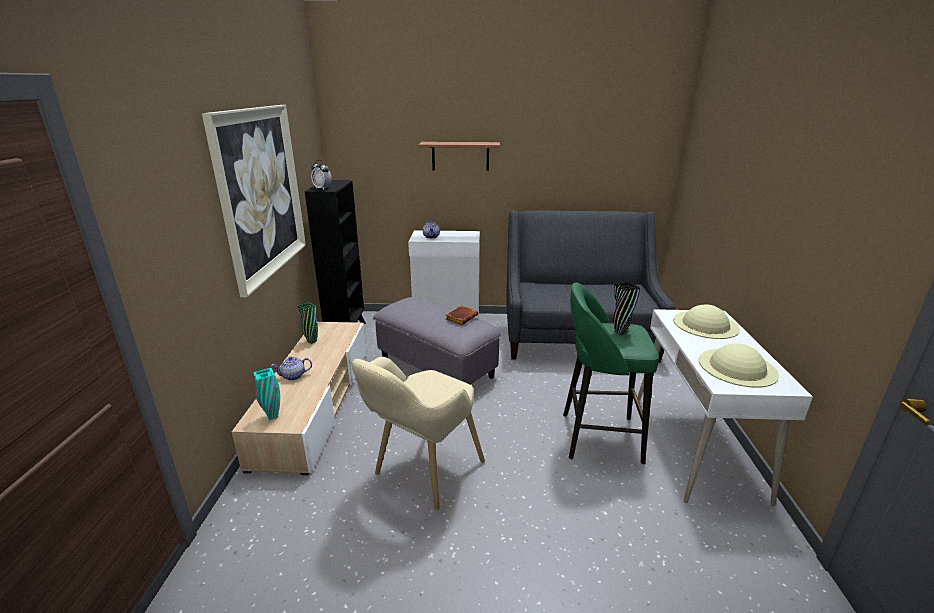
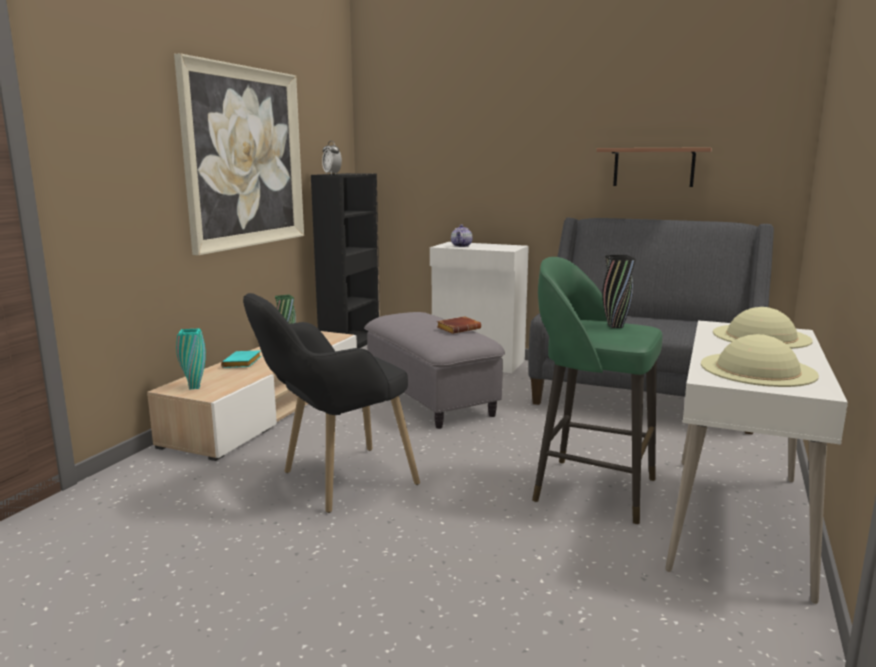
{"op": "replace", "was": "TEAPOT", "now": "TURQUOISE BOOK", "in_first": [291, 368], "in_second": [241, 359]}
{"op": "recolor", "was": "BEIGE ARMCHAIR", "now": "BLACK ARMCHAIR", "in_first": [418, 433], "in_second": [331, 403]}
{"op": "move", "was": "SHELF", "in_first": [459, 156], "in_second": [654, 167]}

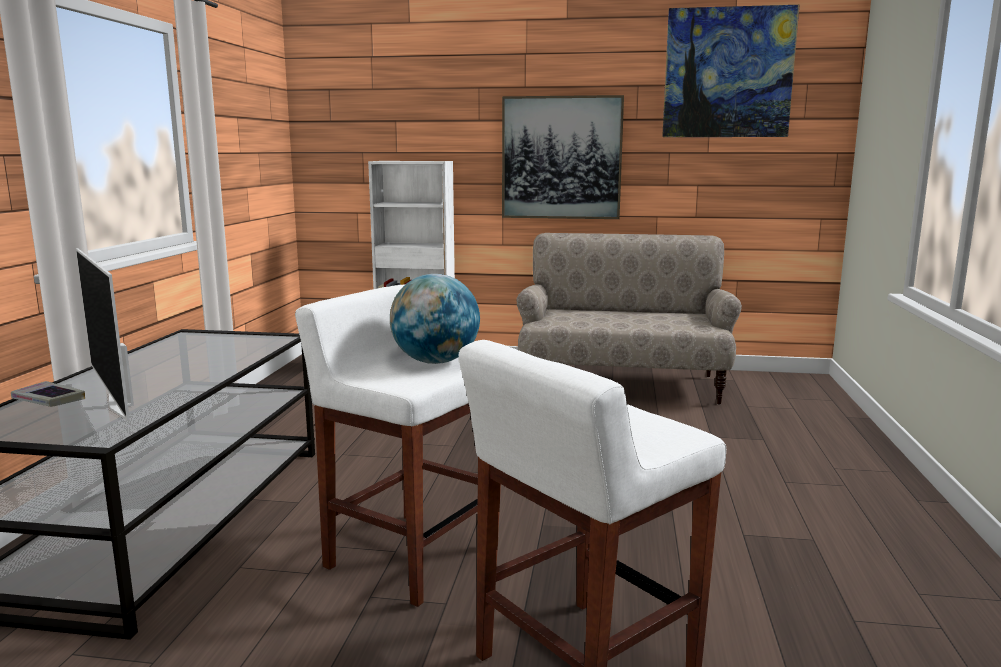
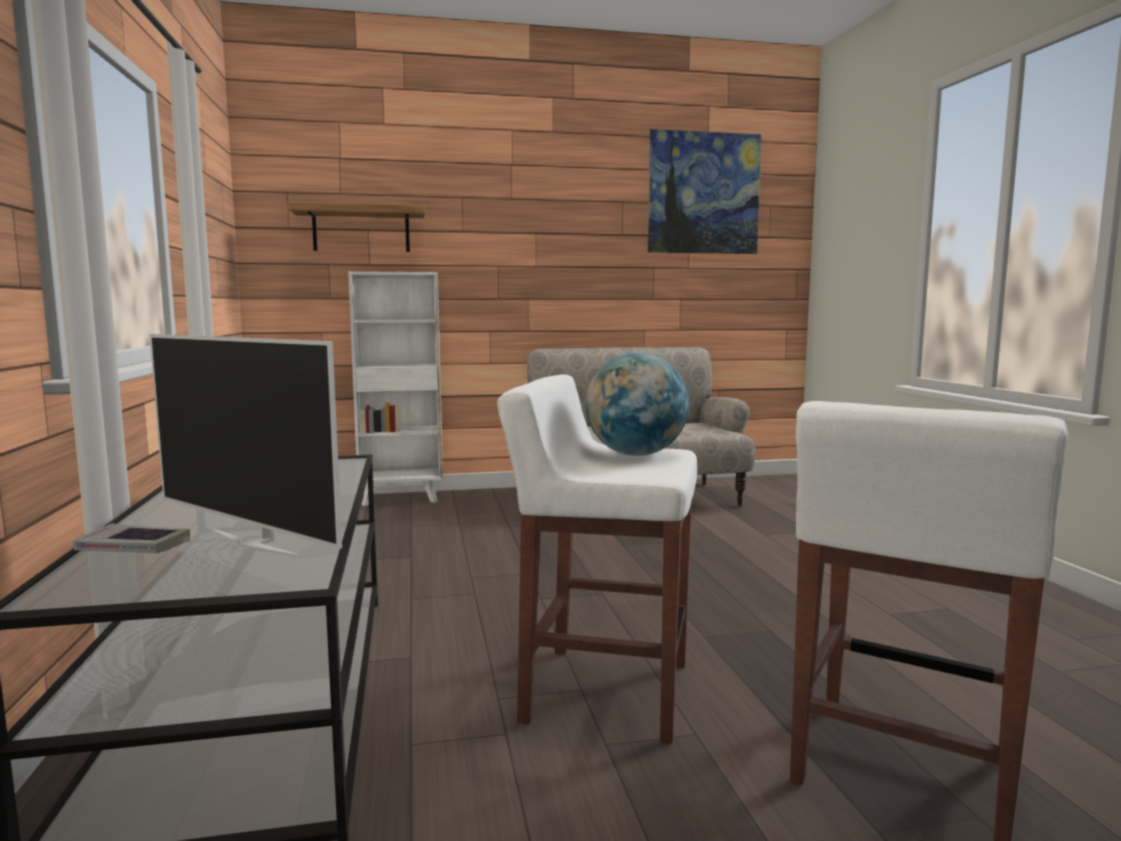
{"op": "insert", "now": "SHELF", "in_second": [357, 227]}
{"op": "delete", "was": "PICTURE", "in_first": [563, 157]}

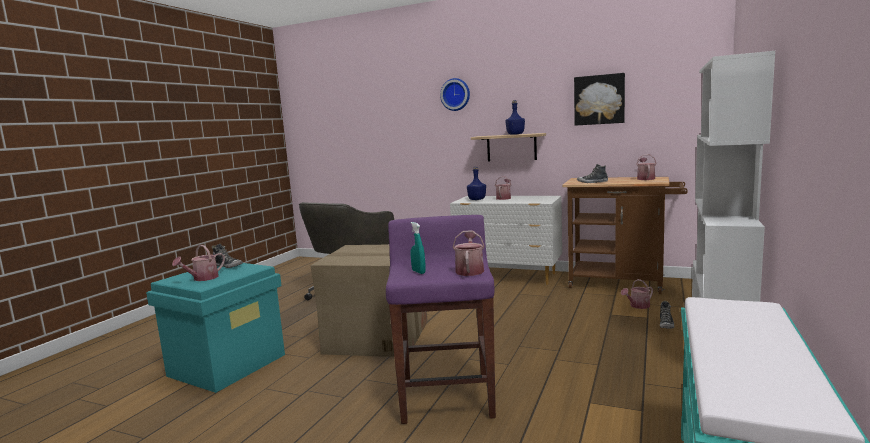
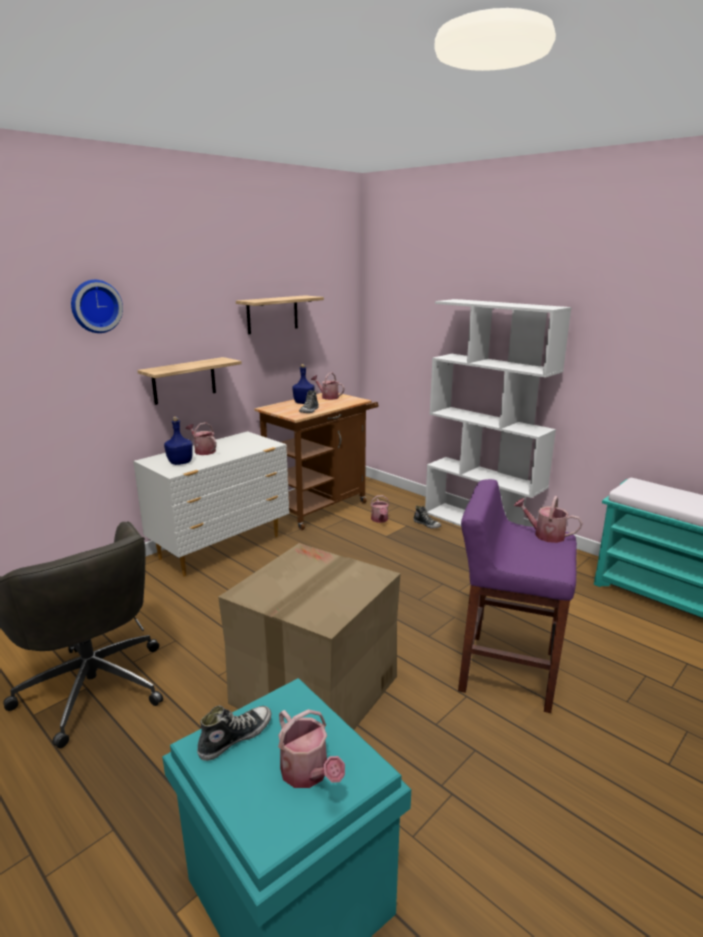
{"op": "replace", "was": "PICTURE", "now": "SHELF", "in_first": [599, 99], "in_second": [280, 314]}
{"op": "move", "was": "BLUE BOTTLE", "in_first": [515, 117], "in_second": [304, 384]}
{"op": "delete", "was": "TURQUOISE SPRAY BOTTLE", "in_first": [418, 248]}

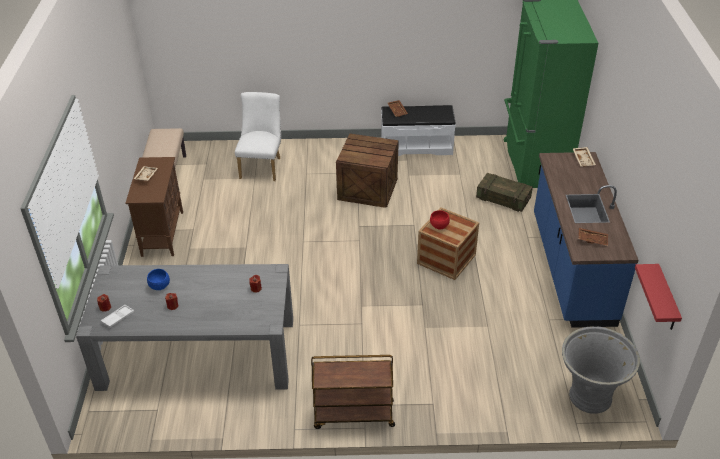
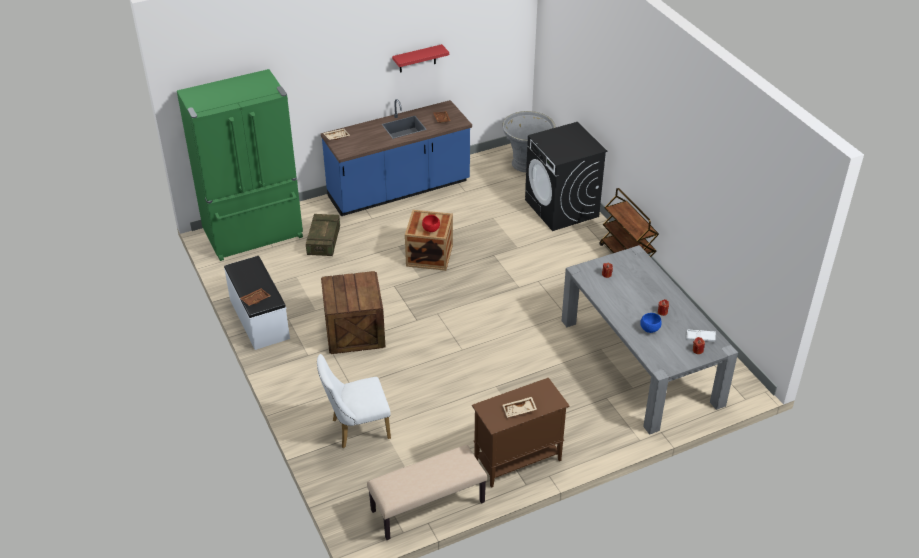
{"op": "move", "was": "RED SHELF", "in_first": [658, 297], "in_second": [420, 58]}
{"op": "insert", "now": "BLACK WASHING MACHINE", "in_second": [566, 176]}

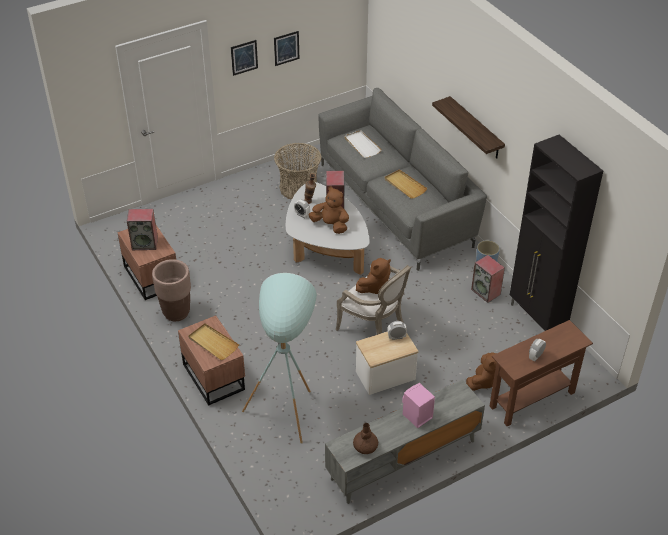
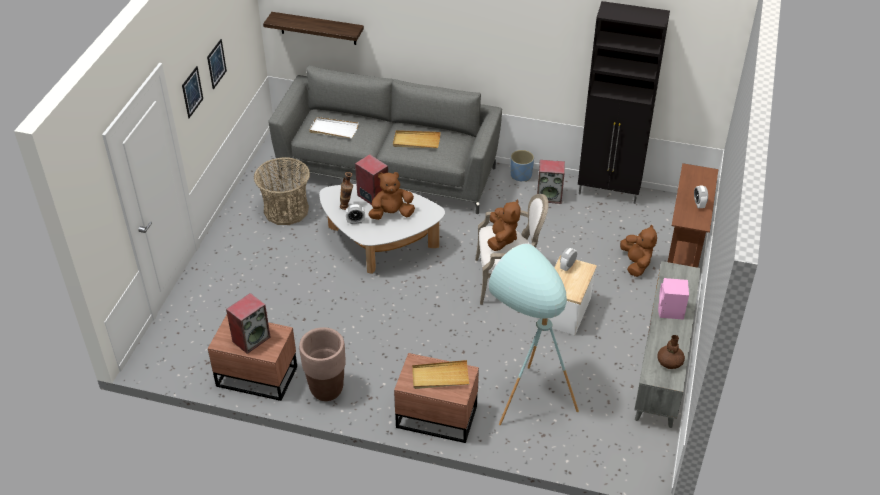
{"op": "move", "was": "SHELF", "in_first": [468, 127], "in_second": [313, 28]}

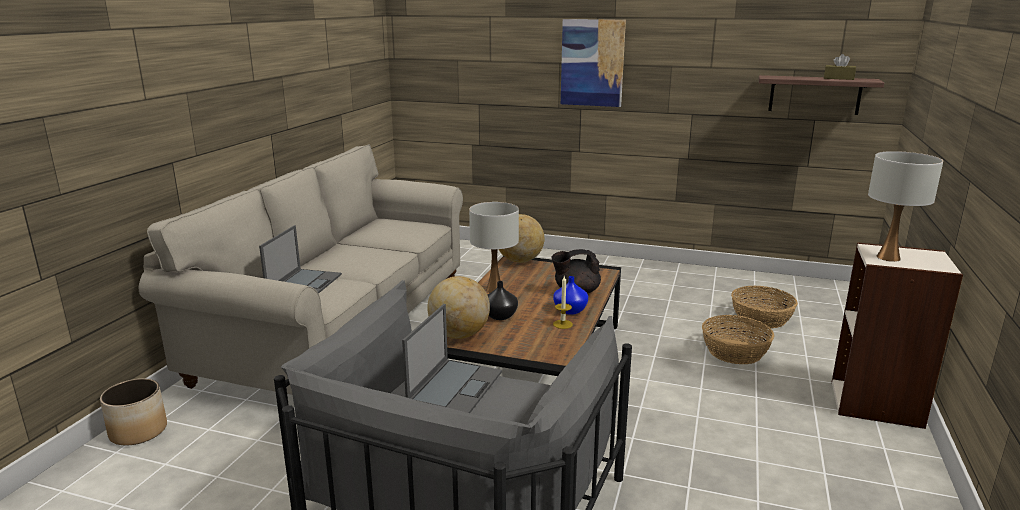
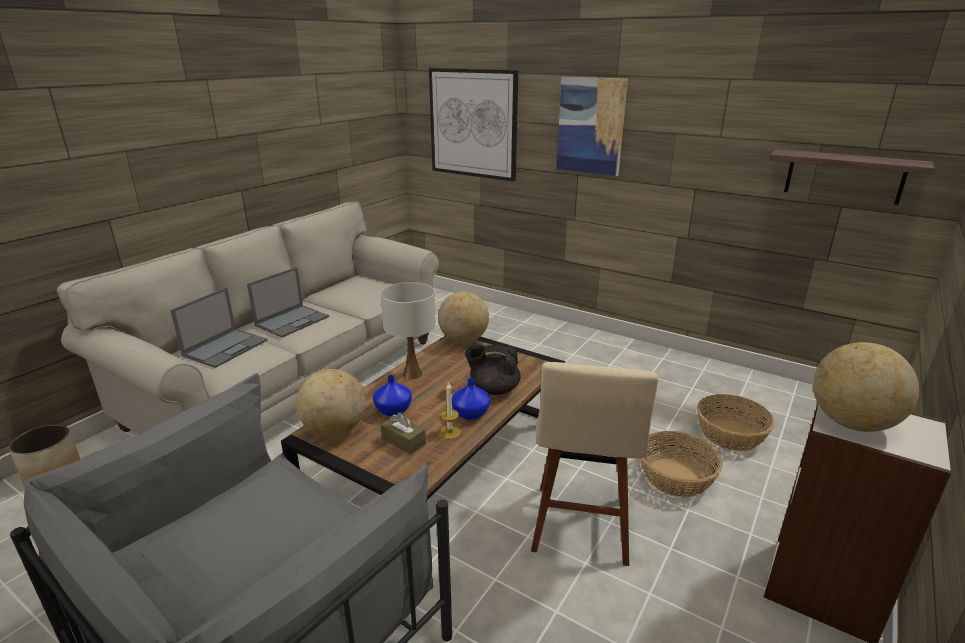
{"op": "move", "was": "LAPTOP", "in_first": [452, 358], "in_second": [288, 302]}
{"op": "recolor", "was": "BLACK VASE", "now": "BLUE VASE", "in_first": [503, 300], "in_second": [392, 395]}
{"op": "move", "was": "BROWN TISSUE BOX", "in_first": [840, 67], "in_second": [403, 433]}
{"op": "insert", "now": "PICTURE", "in_second": [473, 124]}
{"op": "insert", "now": "BEIGE STOOL", "in_second": [594, 464]}
{"op": "replace", "was": "WHITE TABLE LAMP", "now": "GLOBE", "in_first": [905, 206], "in_second": [866, 387]}

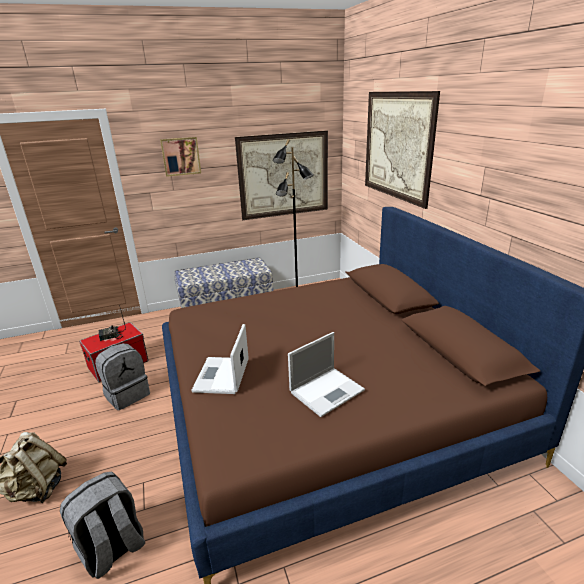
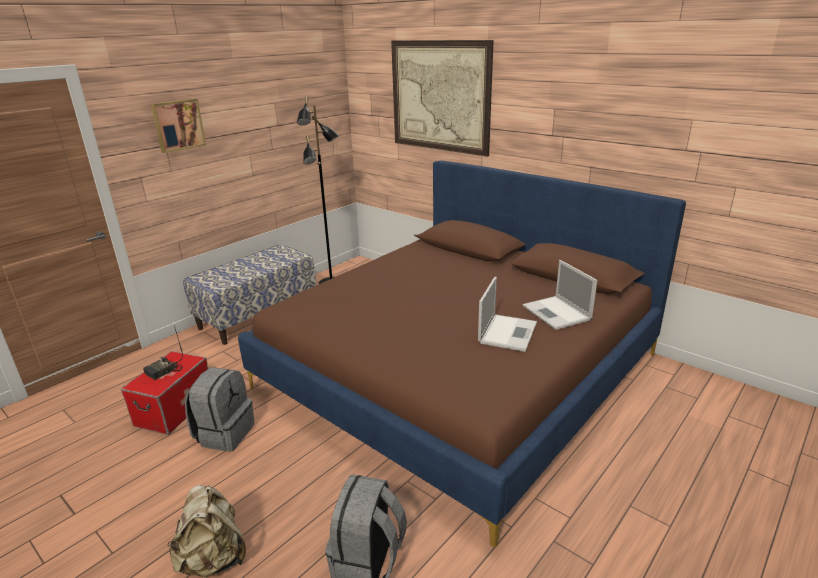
{"op": "move", "was": "LAPTOP", "in_first": [220, 359], "in_second": [560, 295]}
{"op": "delete", "was": "PICTURE", "in_first": [281, 175]}

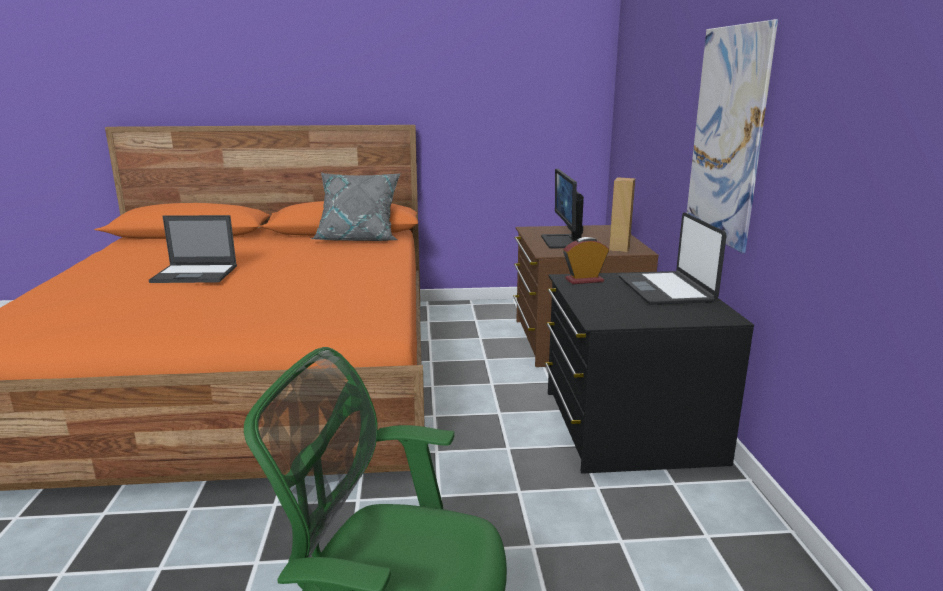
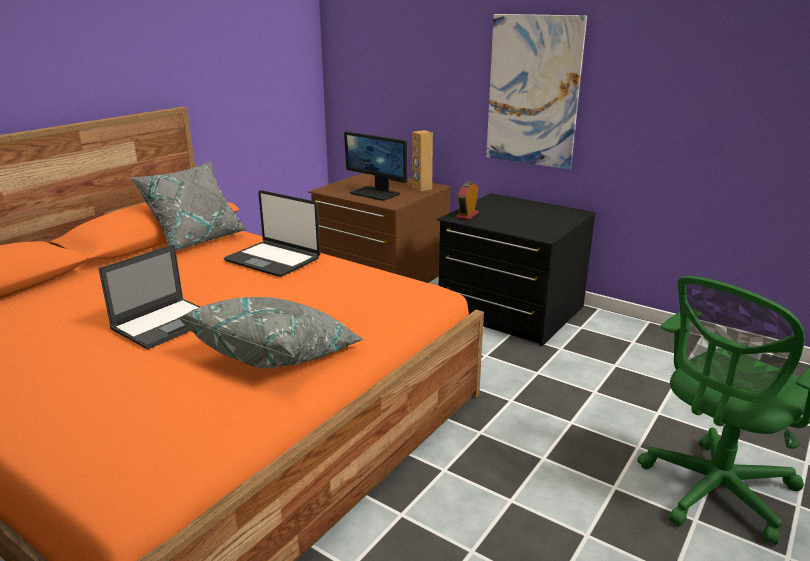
{"op": "insert", "now": "GREY PILLOW", "in_second": [271, 333]}
{"op": "move", "was": "LAPTOP", "in_first": [673, 258], "in_second": [272, 233]}

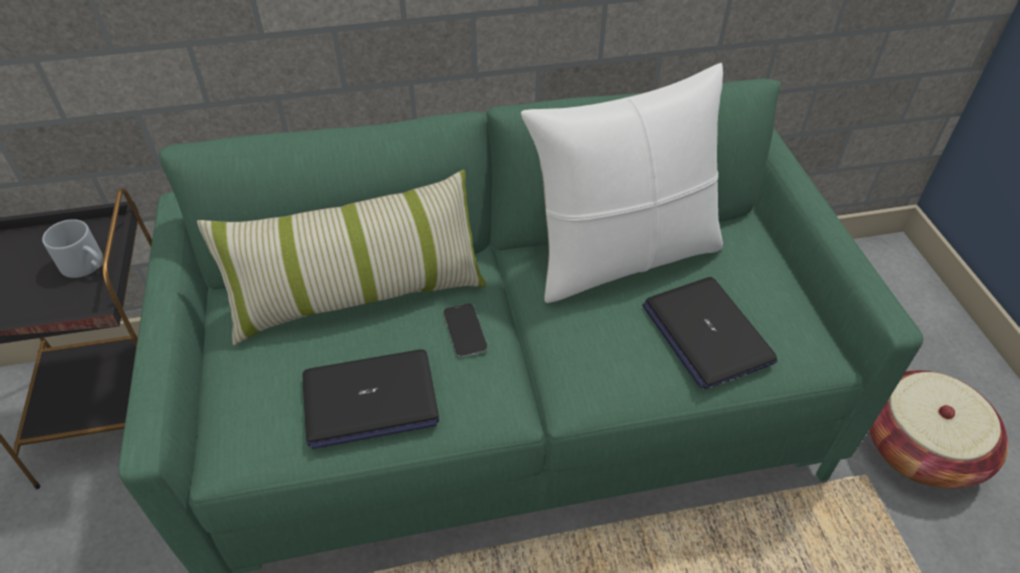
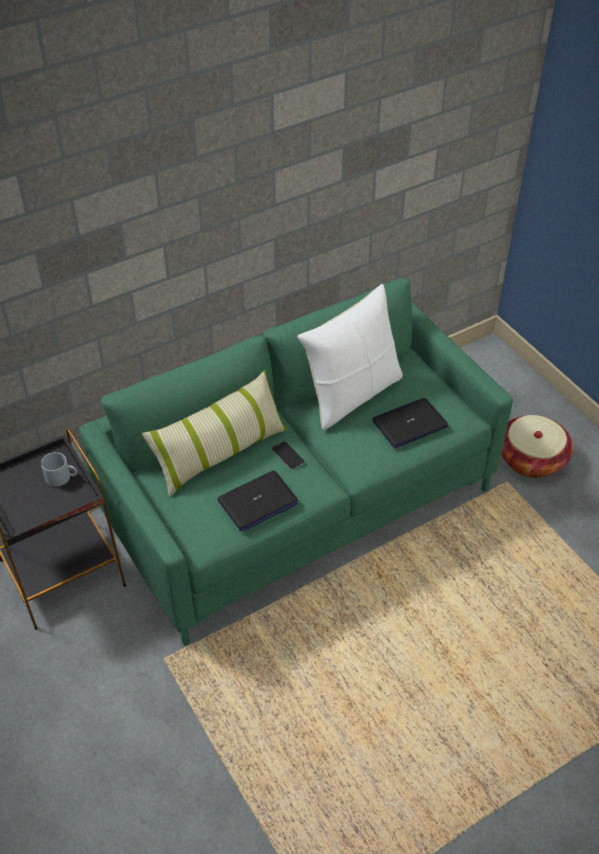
{"op": "rotate", "was": "LAPTOP", "in_first": [709, 333], "in_second": [410, 423], "clockwise": 105}

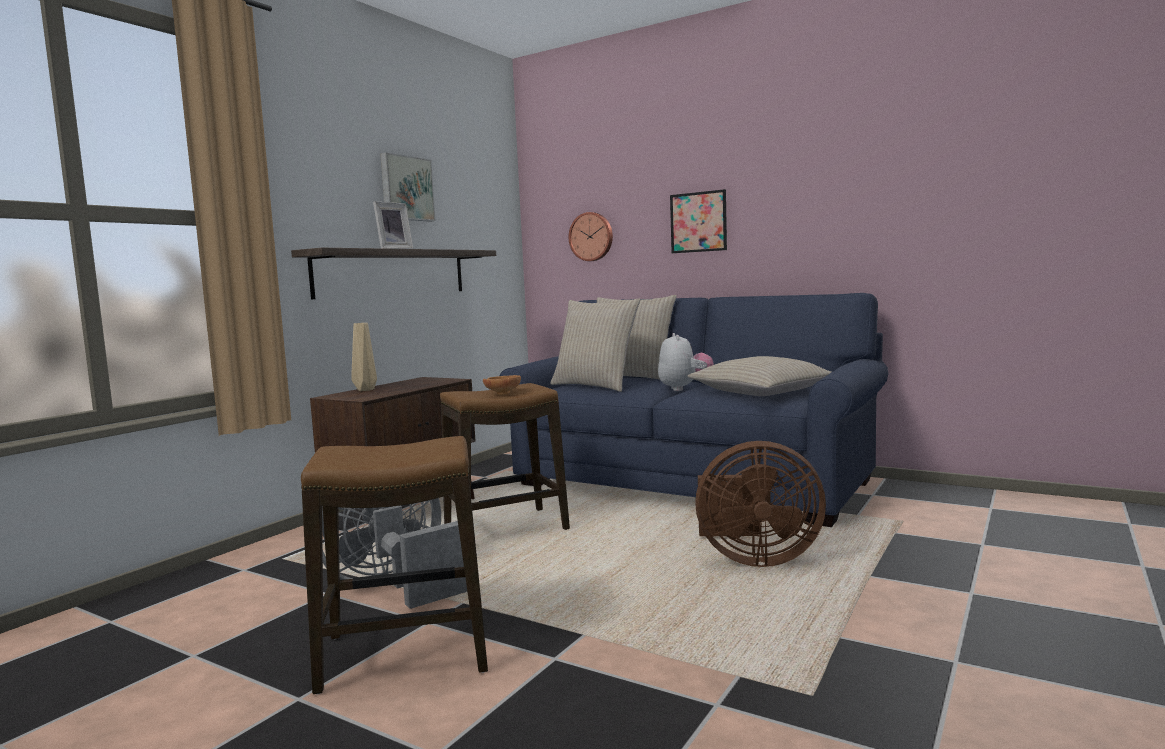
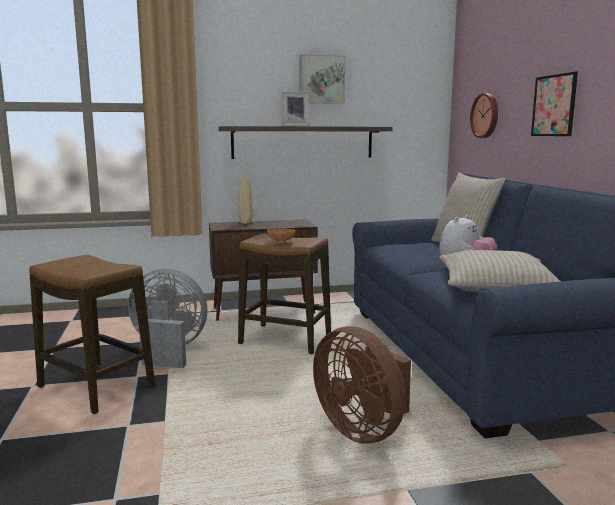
{"op": "delete", "was": "BEIGE PILLOW", "in_first": [595, 345]}

